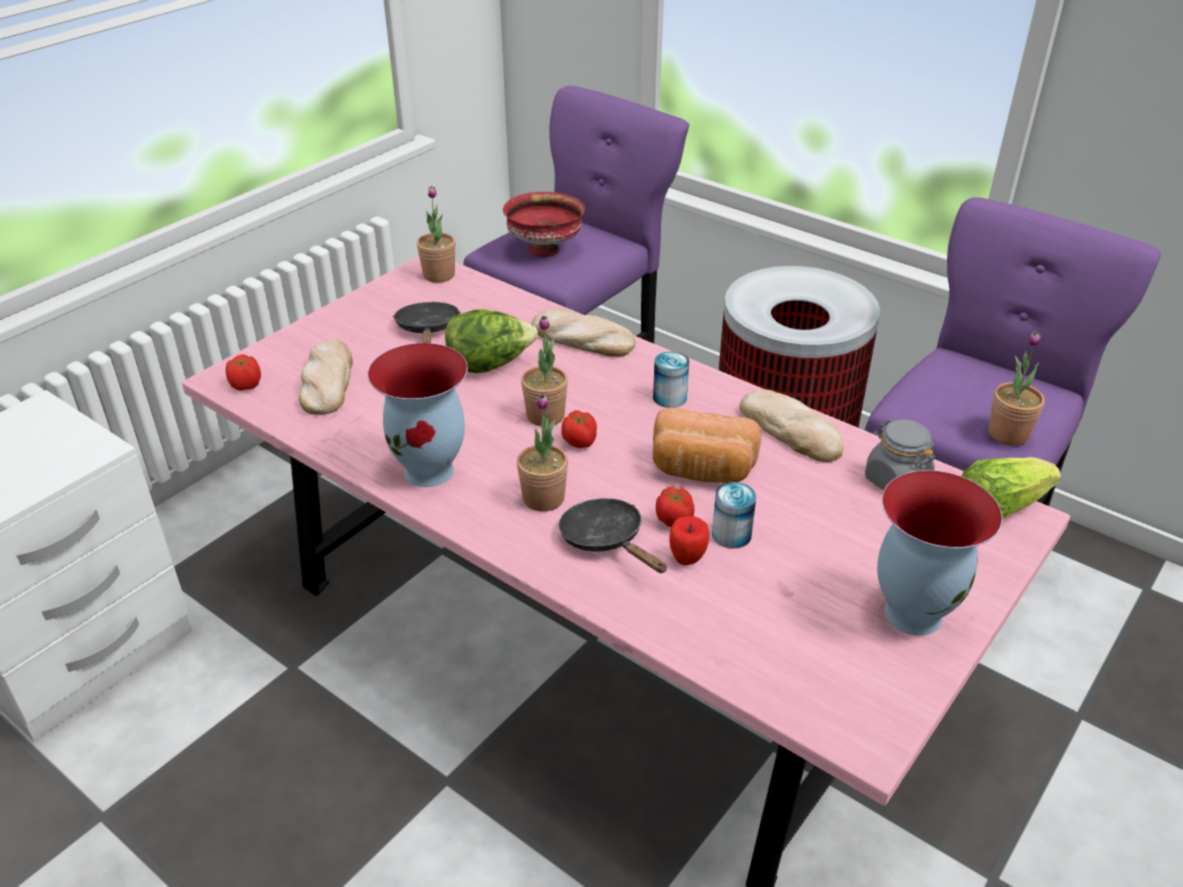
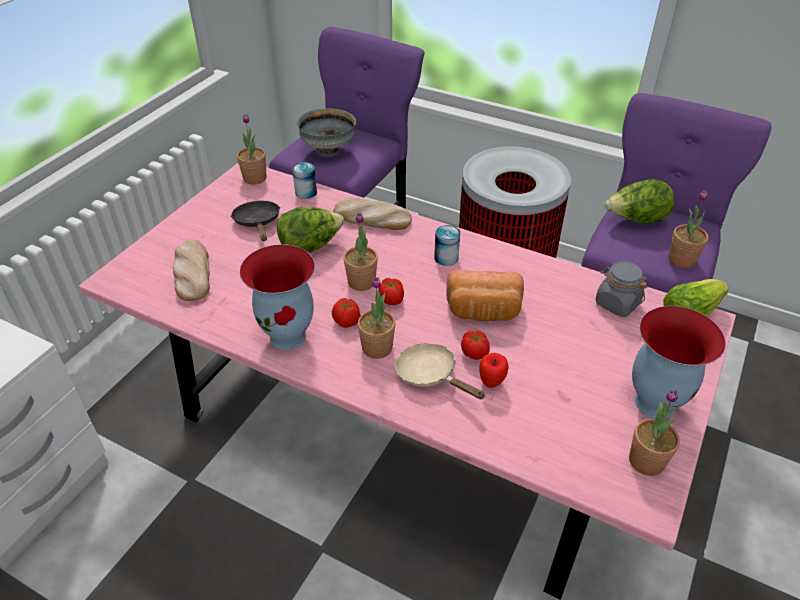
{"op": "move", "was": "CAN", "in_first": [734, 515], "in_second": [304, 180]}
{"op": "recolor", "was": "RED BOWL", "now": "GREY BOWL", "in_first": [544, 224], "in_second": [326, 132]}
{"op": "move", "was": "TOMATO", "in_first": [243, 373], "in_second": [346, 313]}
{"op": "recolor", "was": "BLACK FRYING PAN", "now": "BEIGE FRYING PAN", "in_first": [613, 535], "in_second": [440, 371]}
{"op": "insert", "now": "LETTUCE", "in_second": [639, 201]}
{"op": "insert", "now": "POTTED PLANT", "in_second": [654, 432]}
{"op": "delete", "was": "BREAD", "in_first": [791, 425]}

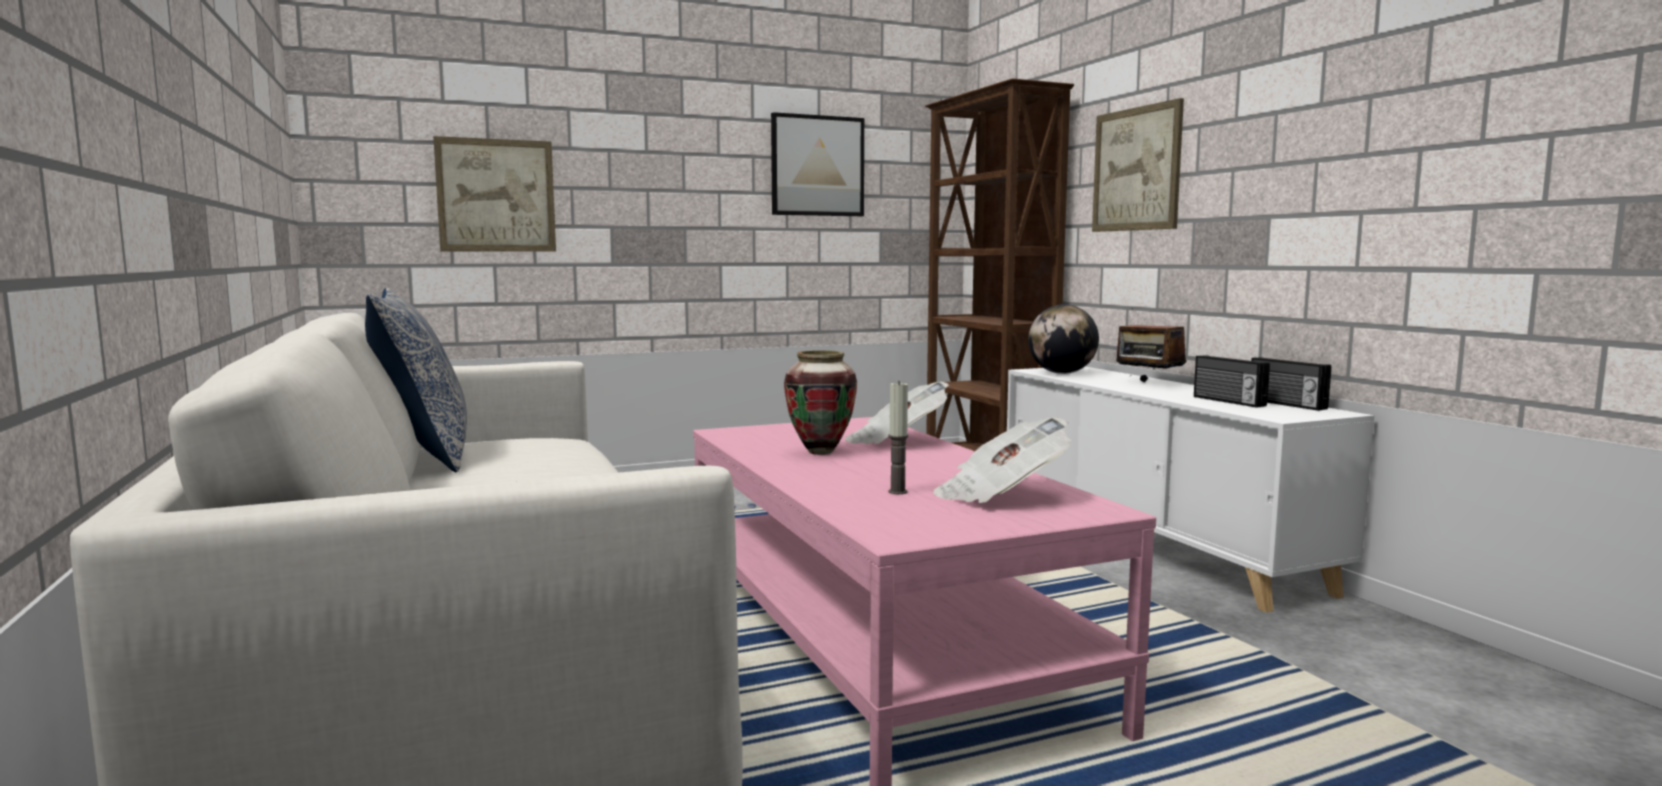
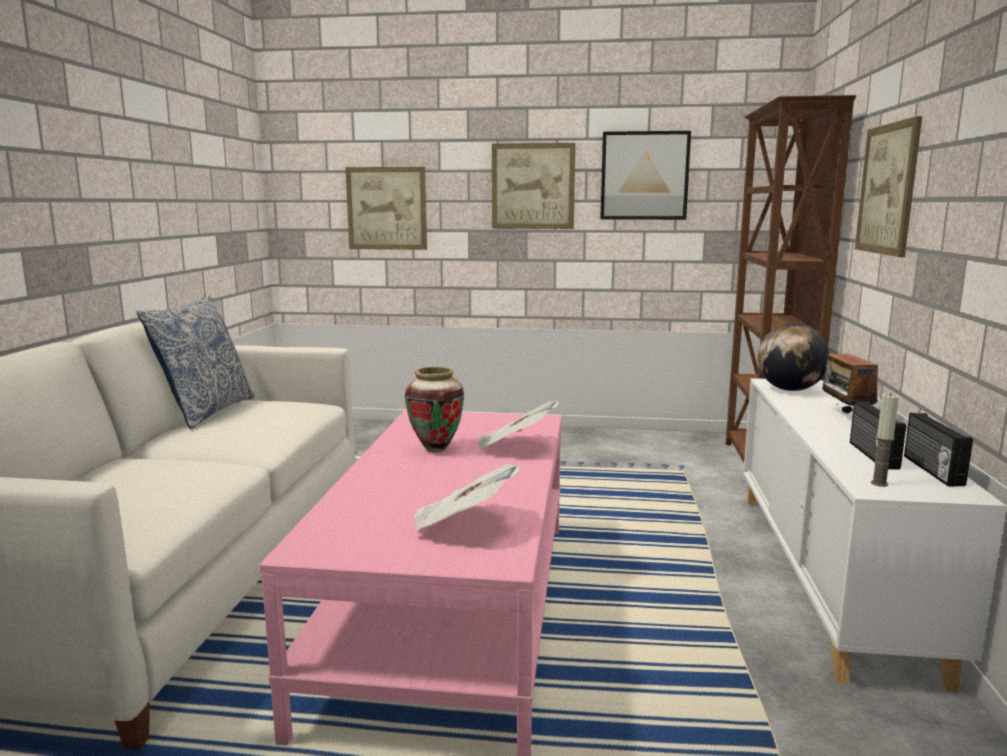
{"op": "insert", "now": "PICTURE", "in_second": [534, 186]}
{"op": "move", "was": "CANDLE", "in_first": [898, 437], "in_second": [885, 440]}

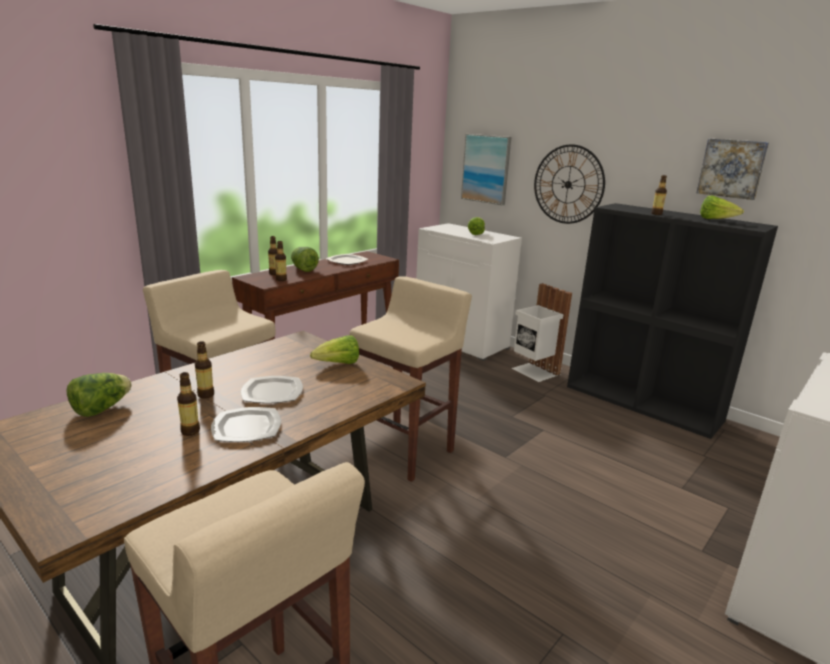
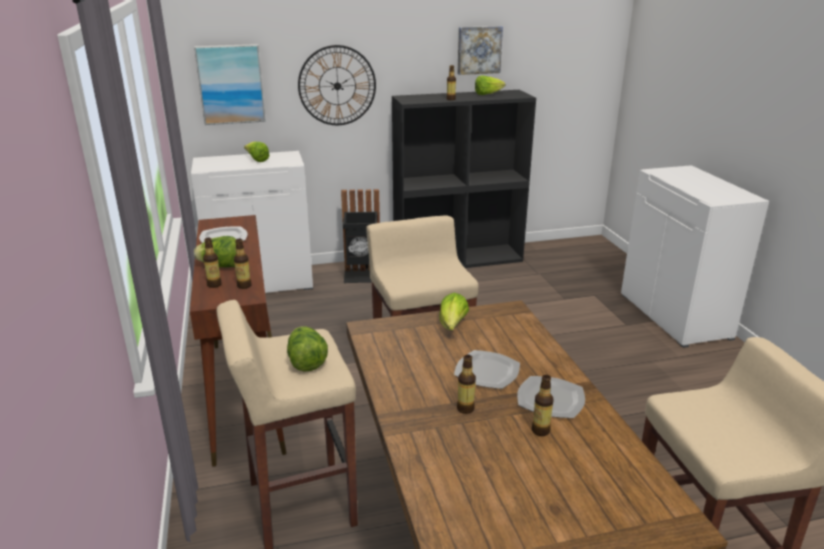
{"op": "move", "was": "LETTUCE", "in_first": [99, 395], "in_second": [307, 349]}
{"op": "recolor", "was": "WHITE TRASH CAN", "now": "BLACK TRASH CAN", "in_first": [541, 332], "in_second": [360, 236]}

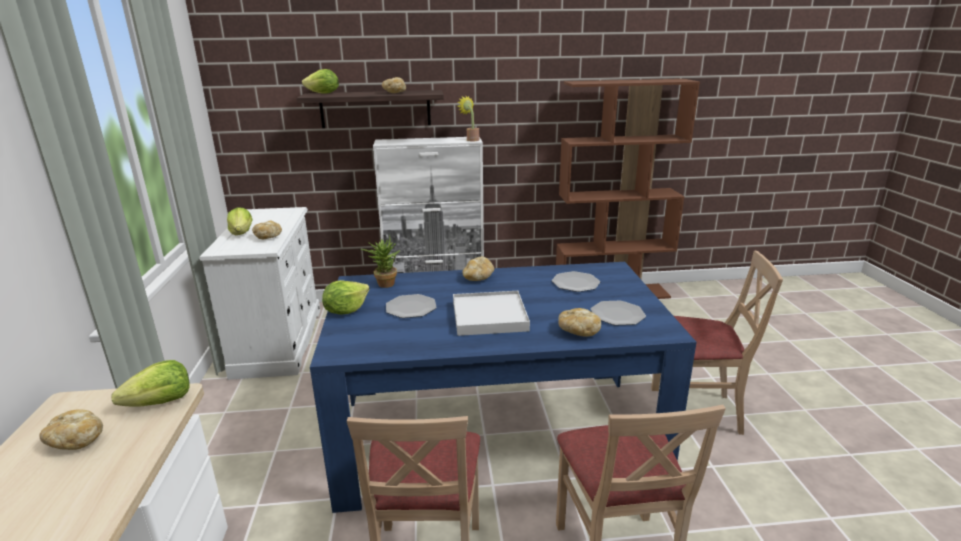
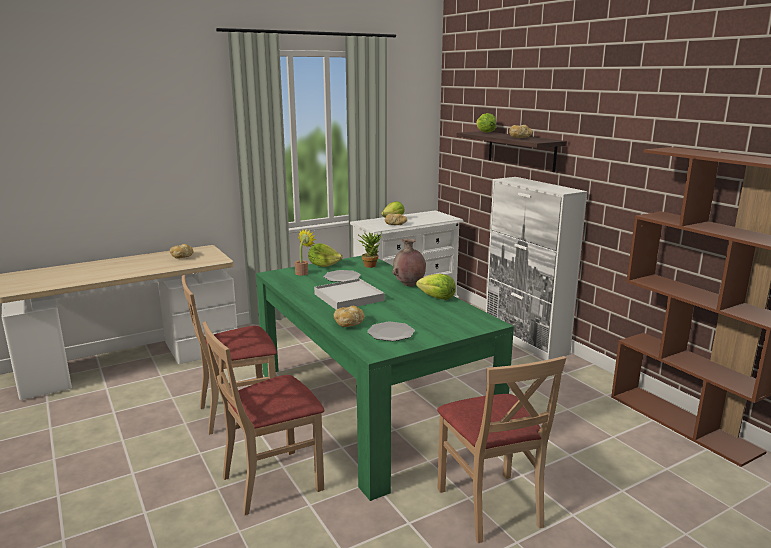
{"op": "recolor", "was": "BLUE DINING TABLE", "now": "GREEN DINING TABLE", "in_first": [503, 387], "in_second": [385, 378]}
{"op": "move", "was": "POTTED PLANT", "in_first": [468, 118], "in_second": [305, 252]}
{"op": "replace", "was": "BREAD", "now": "BROWN VASE", "in_first": [478, 269], "in_second": [409, 262]}
{"op": "move", "was": "LETTUCE", "in_first": [150, 383], "in_second": [436, 287]}
{"op": "delete", "was": "PLATE", "in_first": [576, 281]}

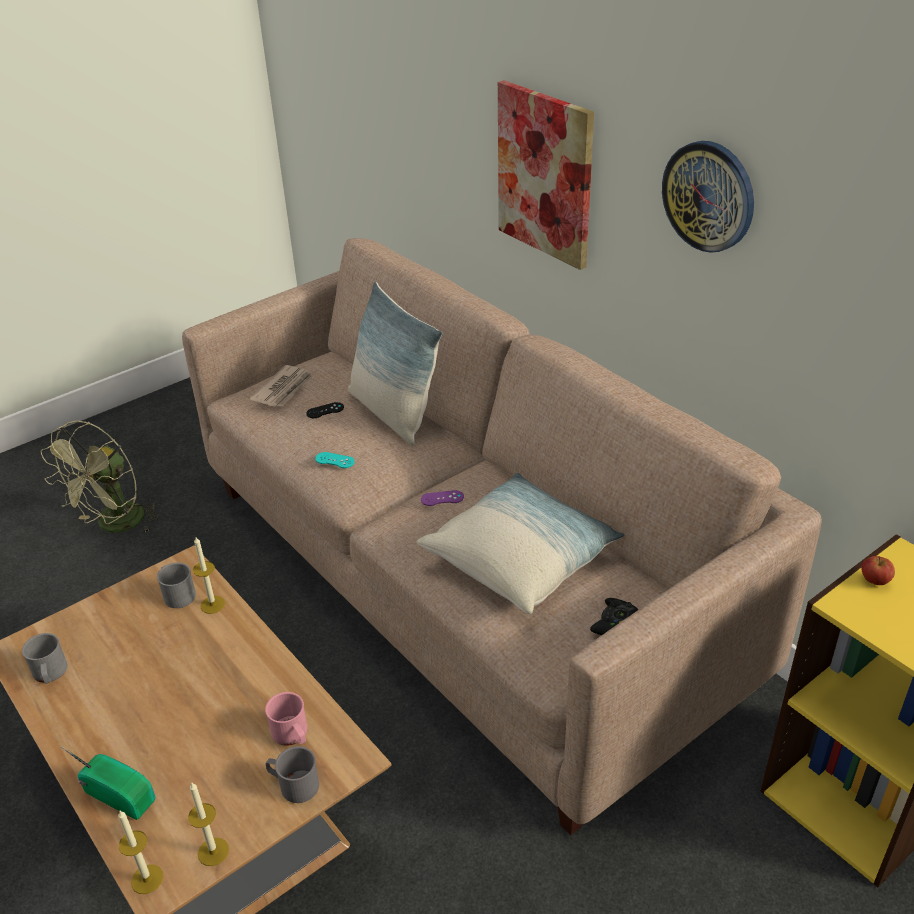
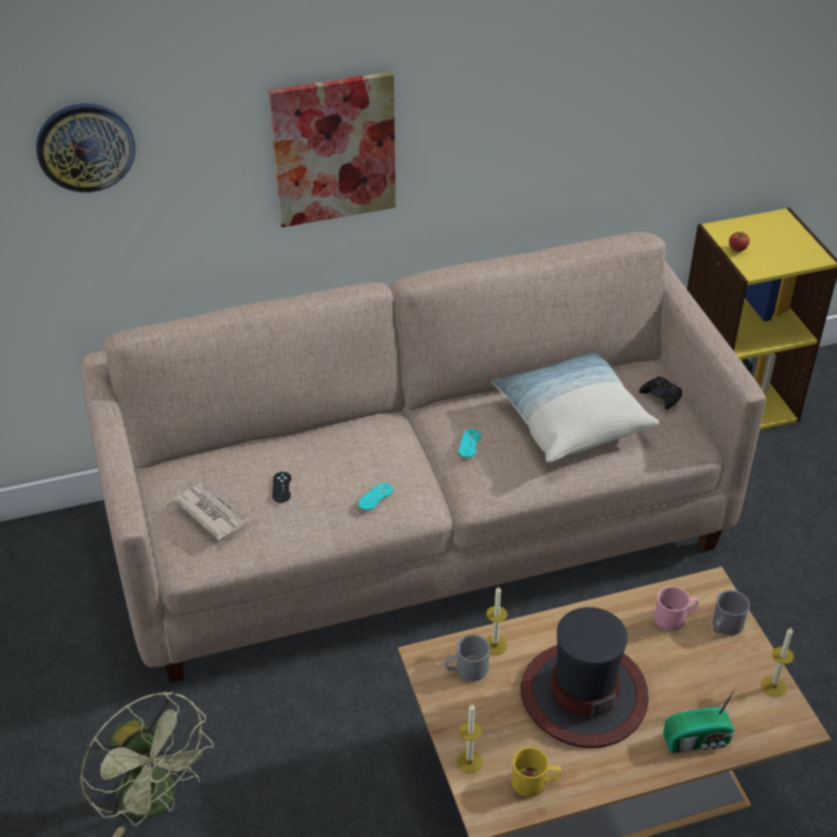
{"op": "move", "was": "WALL CLOCK", "in_first": [708, 197], "in_second": [85, 148]}
{"op": "move", "was": "CANDLE", "in_first": [140, 852], "in_second": [469, 738]}
{"op": "recolor", "was": "PURPLE GAME CONTROLLER", "now": "TURQUOISE GAME CONTROLLER", "in_first": [442, 498], "in_second": [469, 443]}
{"op": "recolor", "was": "GREY MUG", "now": "YELLOW MUG", "in_first": [44, 658], "in_second": [536, 772]}
{"op": "insert", "now": "HAT", "in_second": [584, 677]}
{"op": "rotate", "was": "RADIO", "in_first": [108, 783], "in_second": [700, 719], "clockwise": -150}
{"op": "delete", "was": "PILLOW", "in_first": [395, 363]}

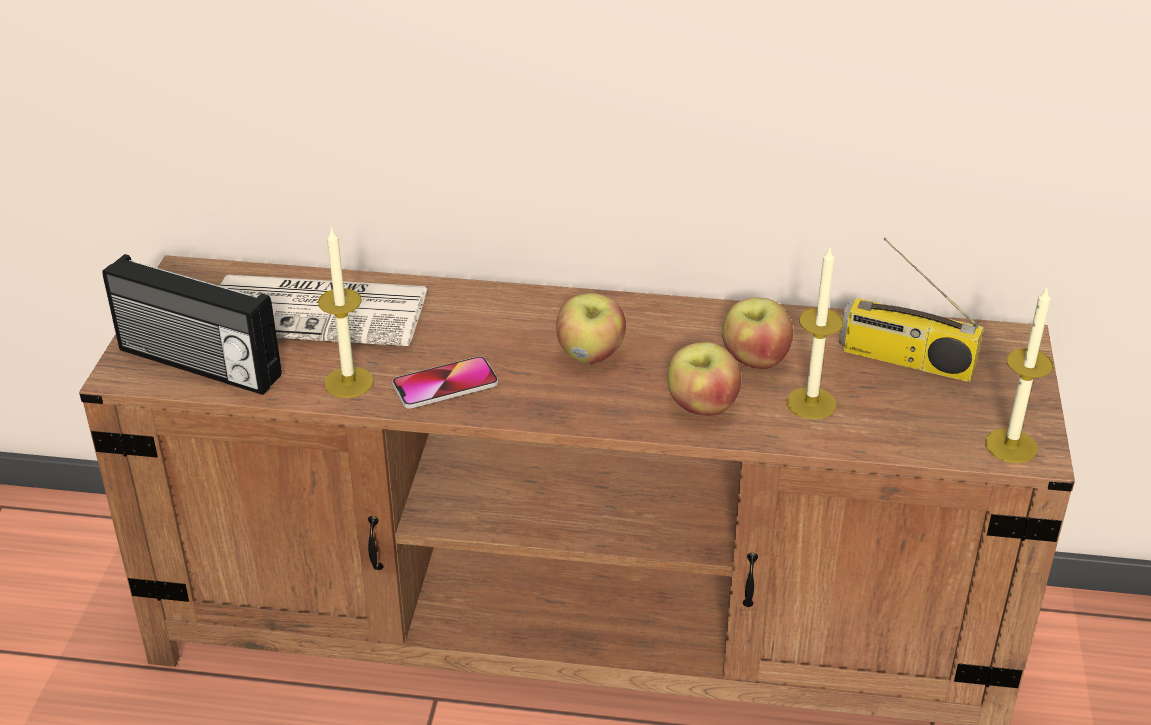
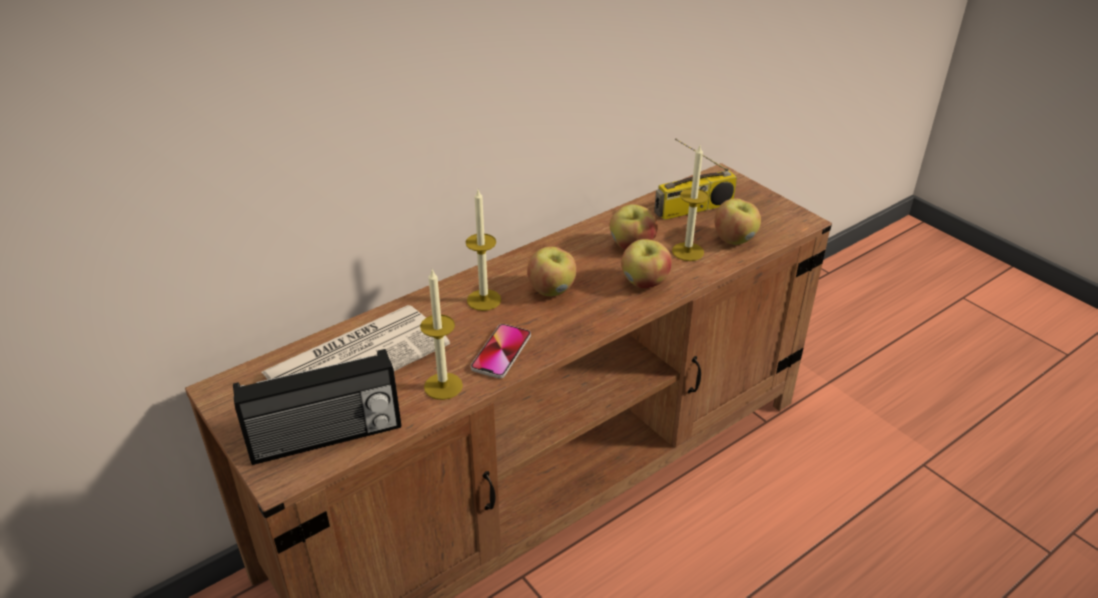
{"op": "move", "was": "CANDLE", "in_first": [1019, 374], "in_second": [483, 250]}
{"op": "insert", "now": "APPLE", "in_second": [738, 222]}

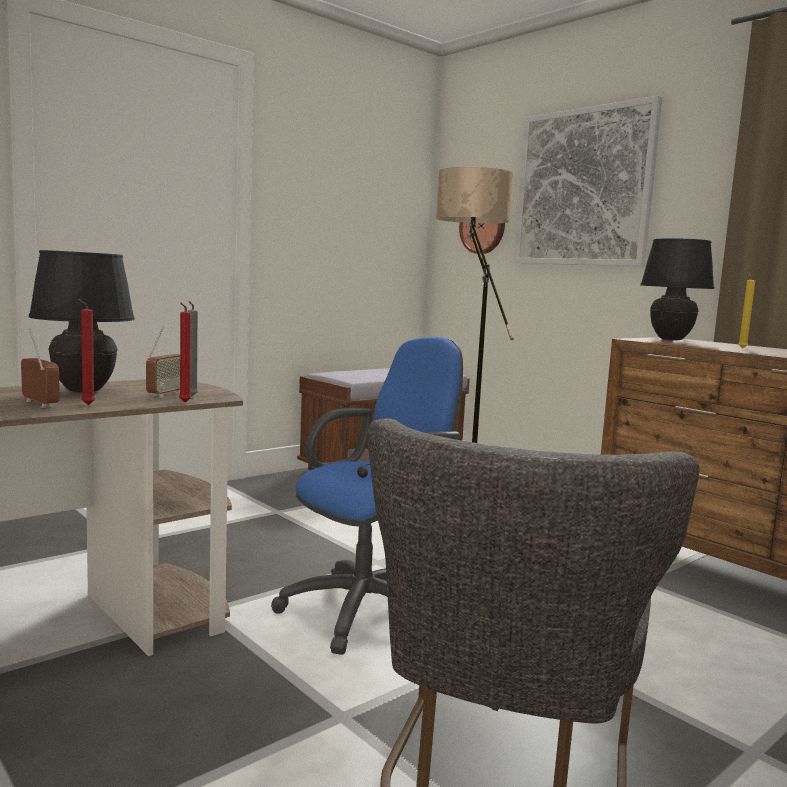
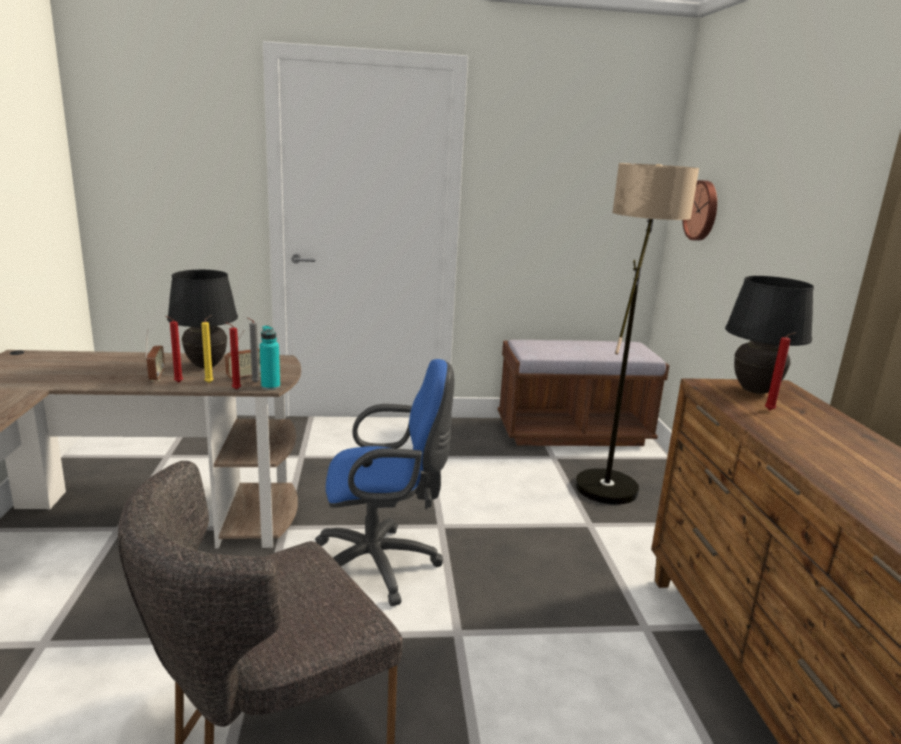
{"op": "move", "was": "YELLOW CANDLE", "in_first": [746, 311], "in_second": [207, 349]}
{"op": "insert", "now": "TURQUOISE BOTTLE", "in_second": [270, 357]}
{"op": "insert", "now": "RED CANDLE", "in_second": [781, 371]}
{"op": "delete", "was": "PICTURE", "in_first": [588, 181]}

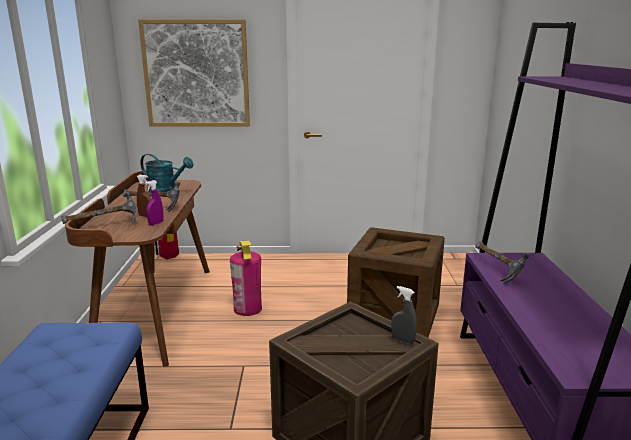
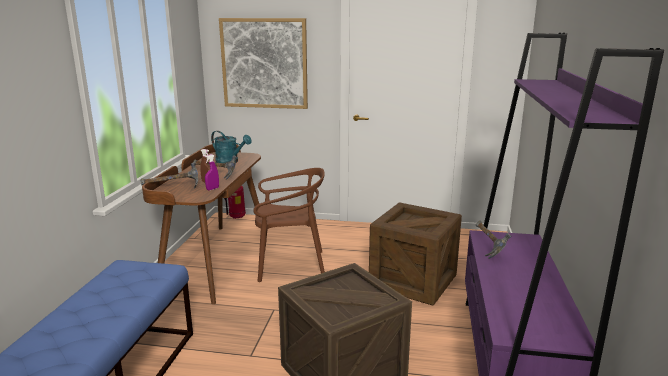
{"op": "replace", "was": "FIRE EXTINGUISHER", "now": "BROWN CHAIR", "in_first": [246, 278], "in_second": [289, 225]}
{"op": "delete", "was": "GREY SPRAY BOTTLE", "in_first": [404, 315]}

